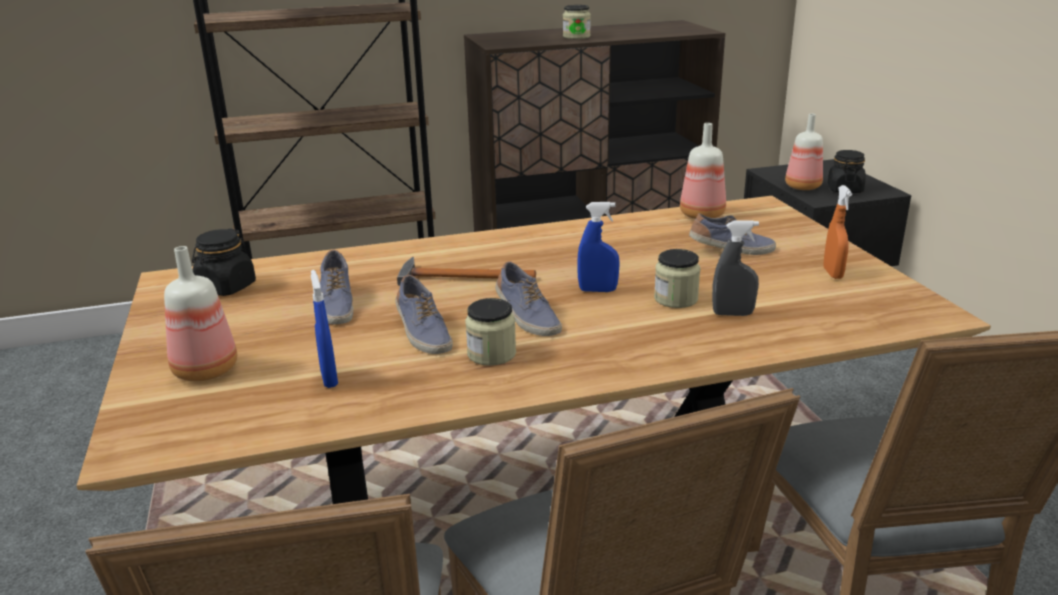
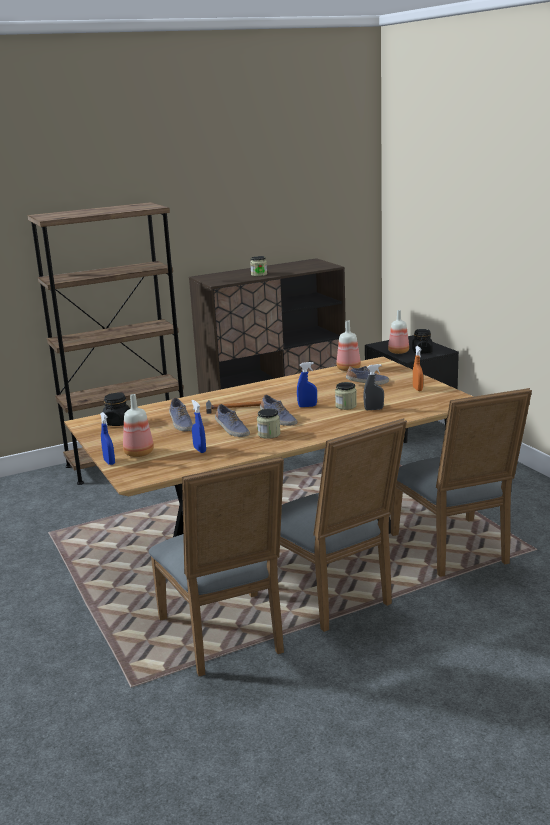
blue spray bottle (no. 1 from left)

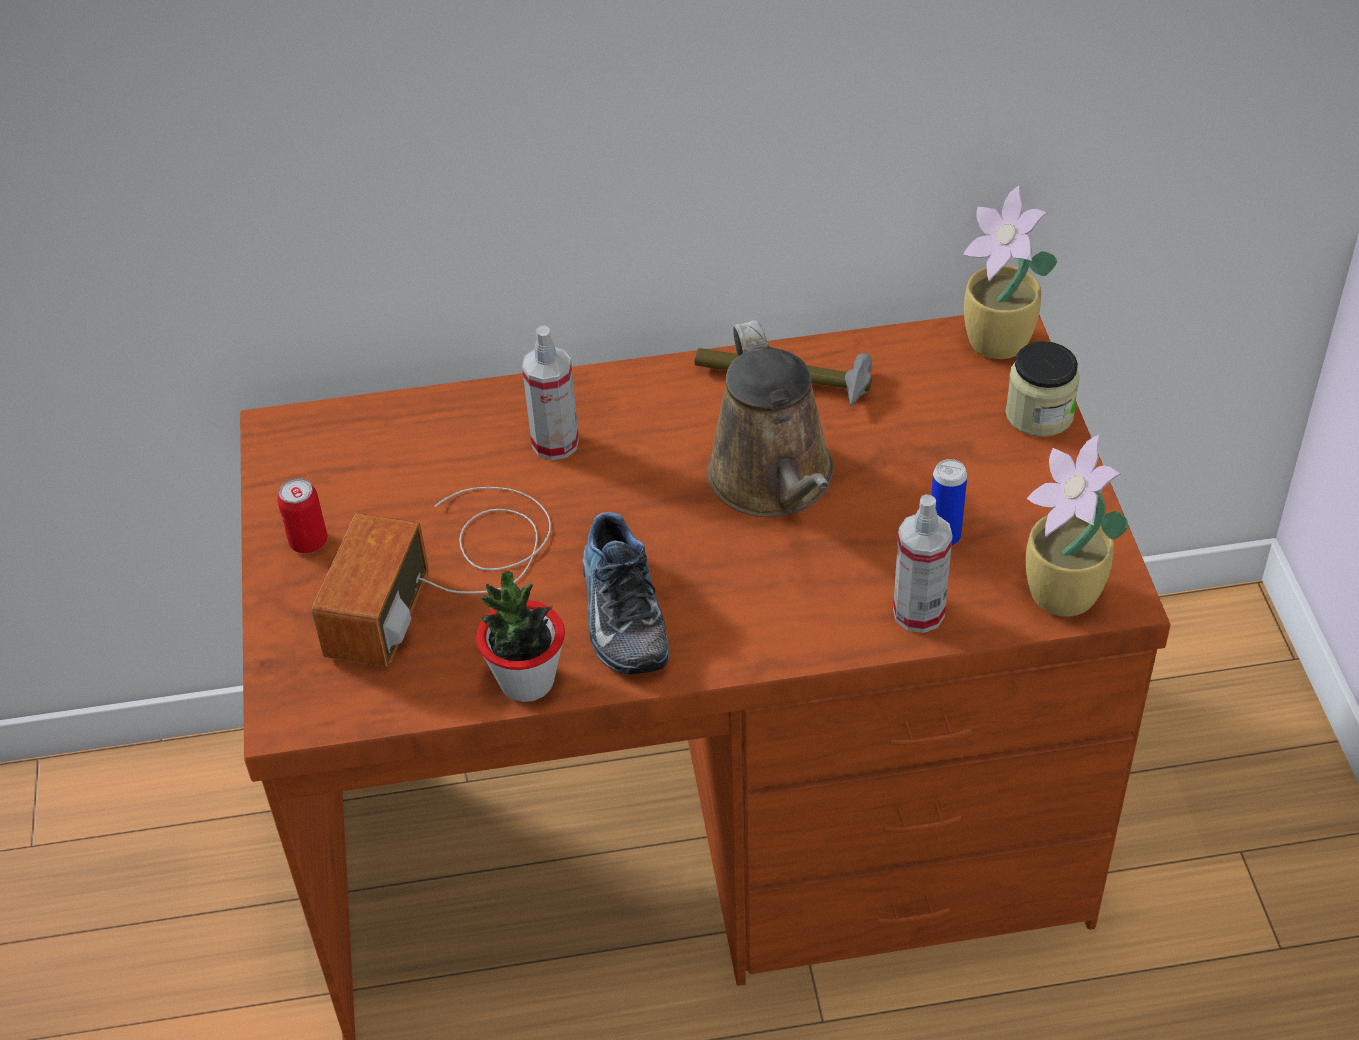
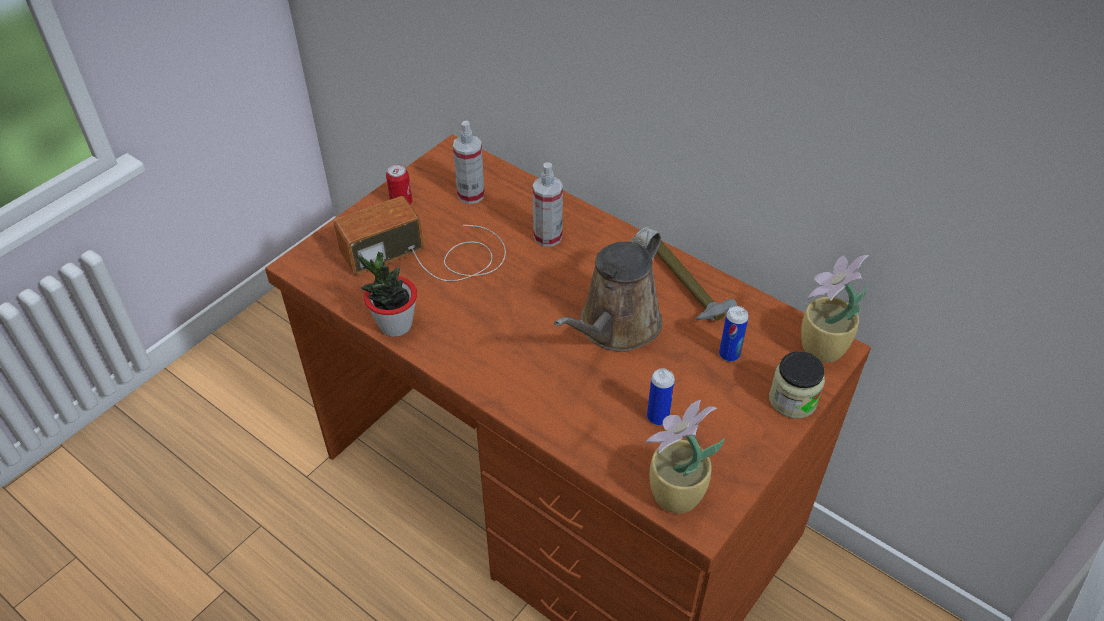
spray bottle (no. 1 from left)
shoe
can (no. 3 from left)

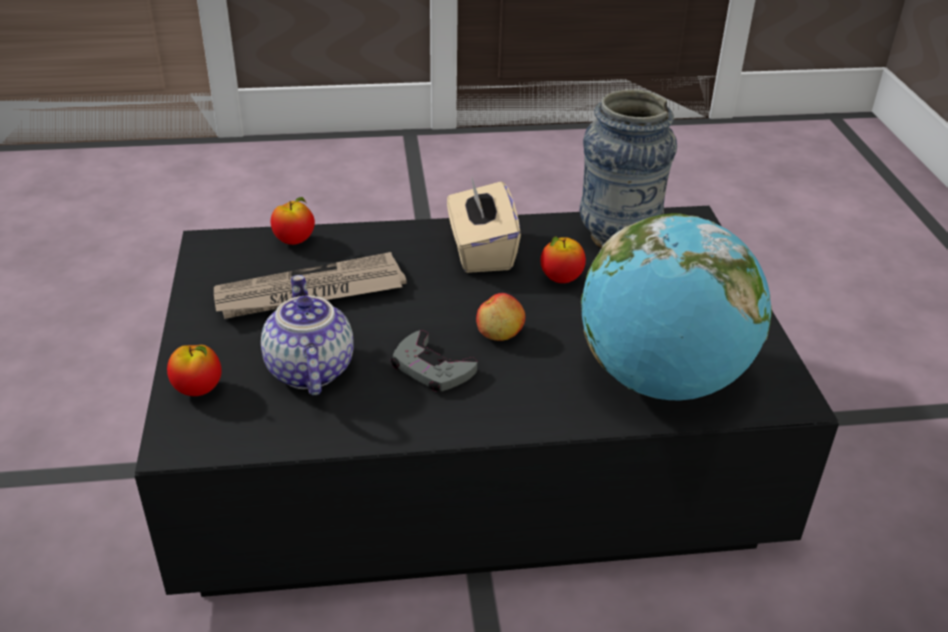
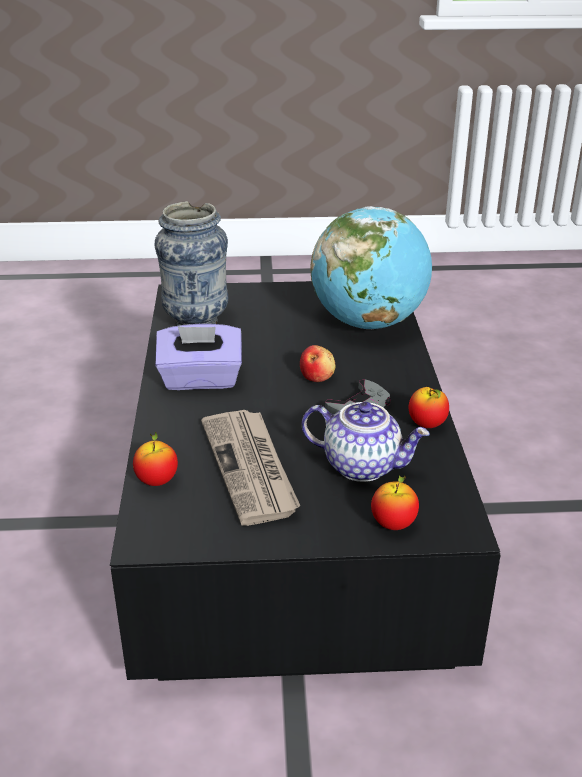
purple tissue box
apple (no. 4 from left)
teapot

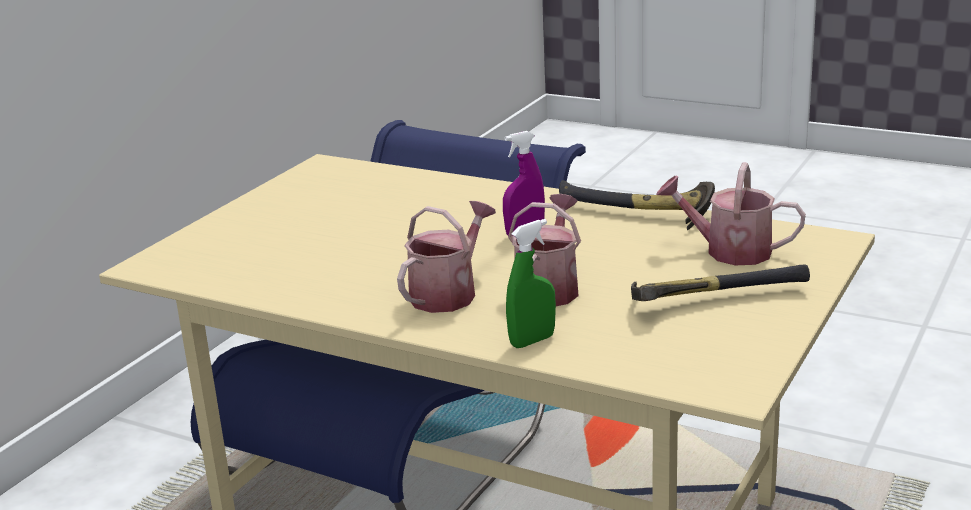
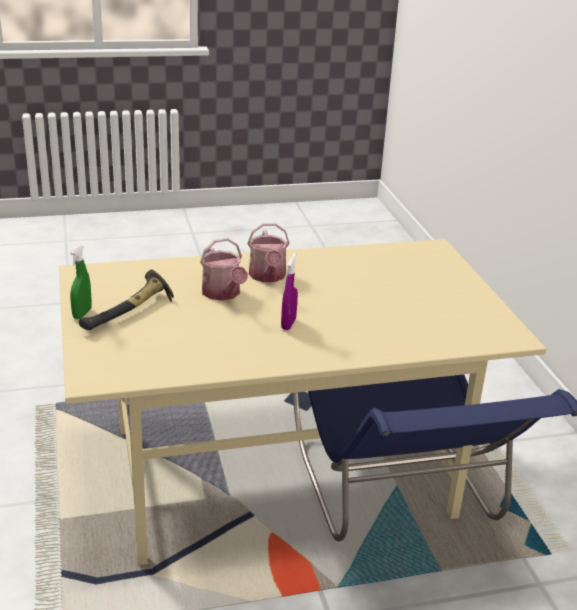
watering can (no. 3 from left in the first image)
hammer (no. 1 from left in the first image)
green spray bottle

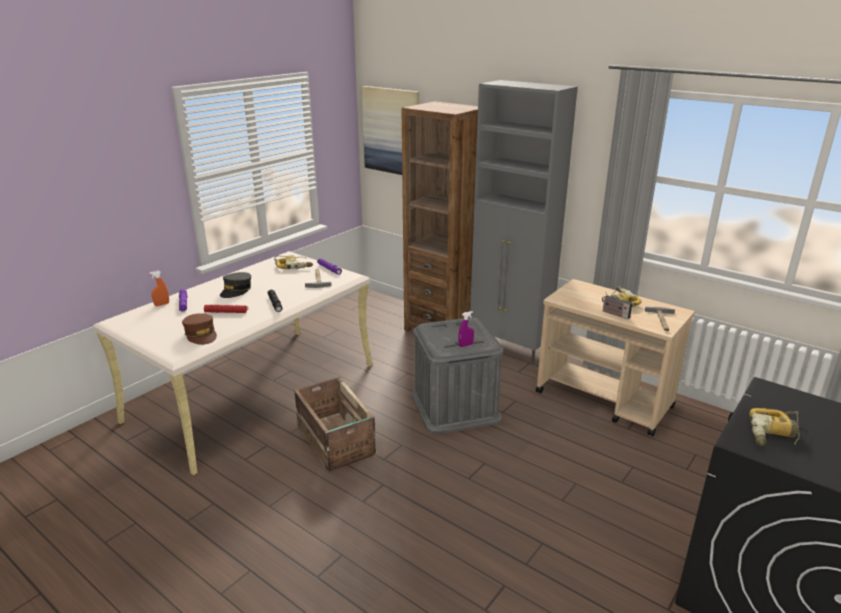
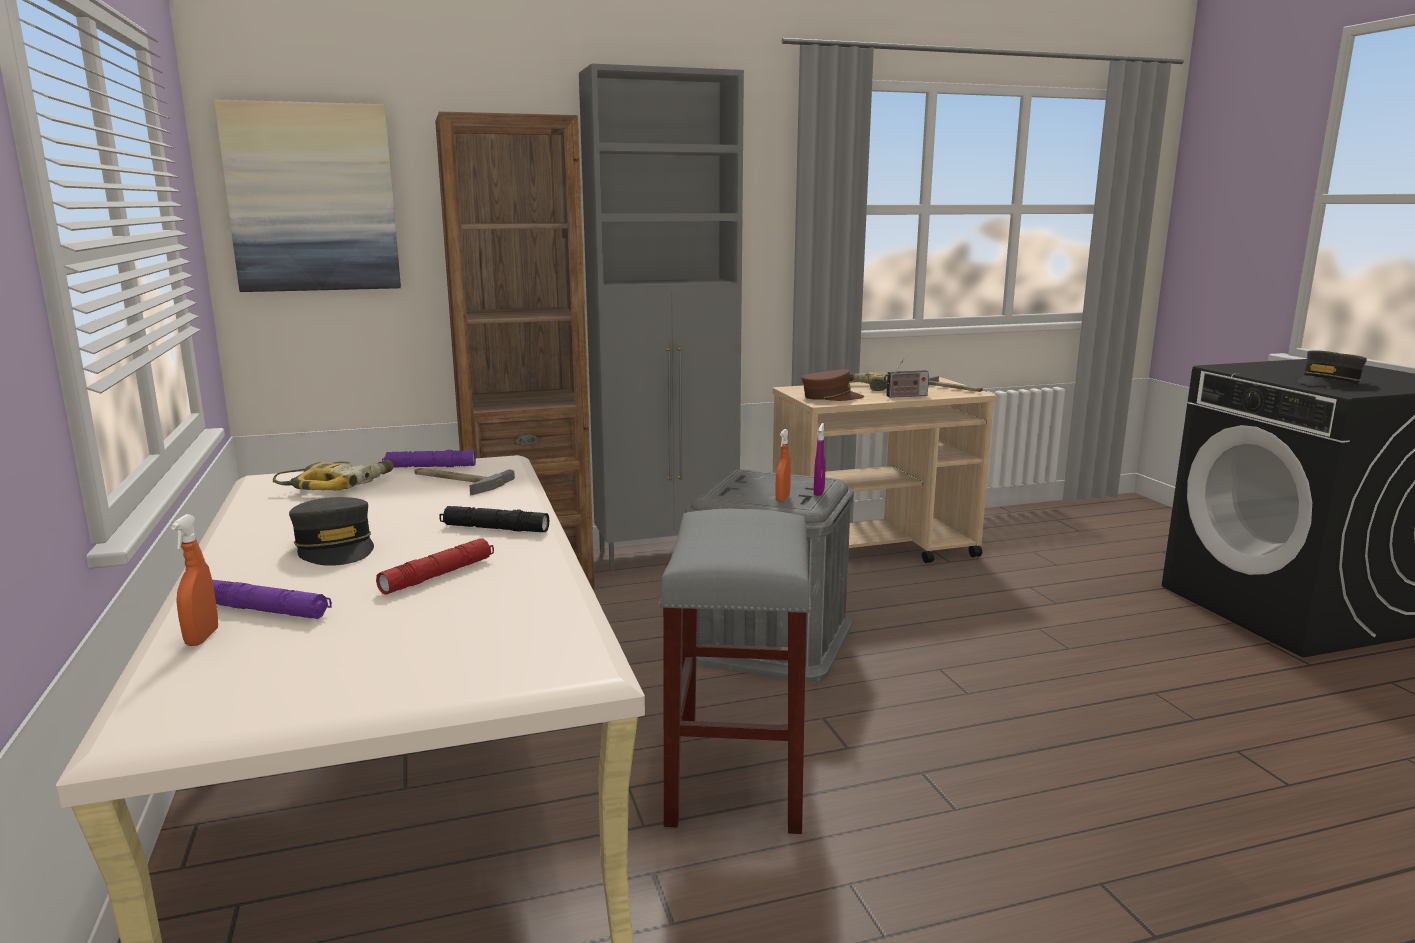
brown cap
grey stool
grey cap (no. 2 from left)
orange spray bottle (no. 2 from left)

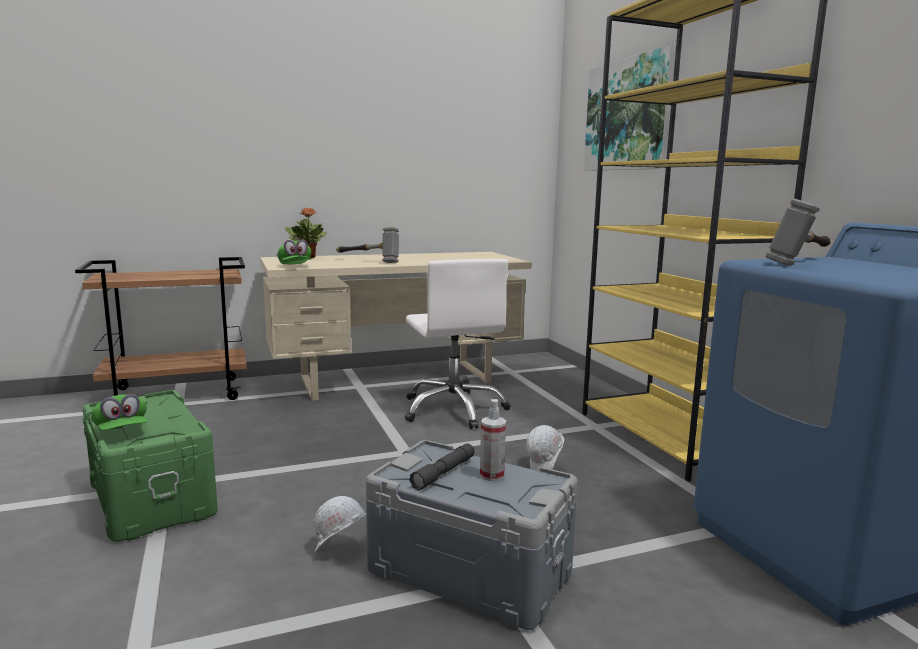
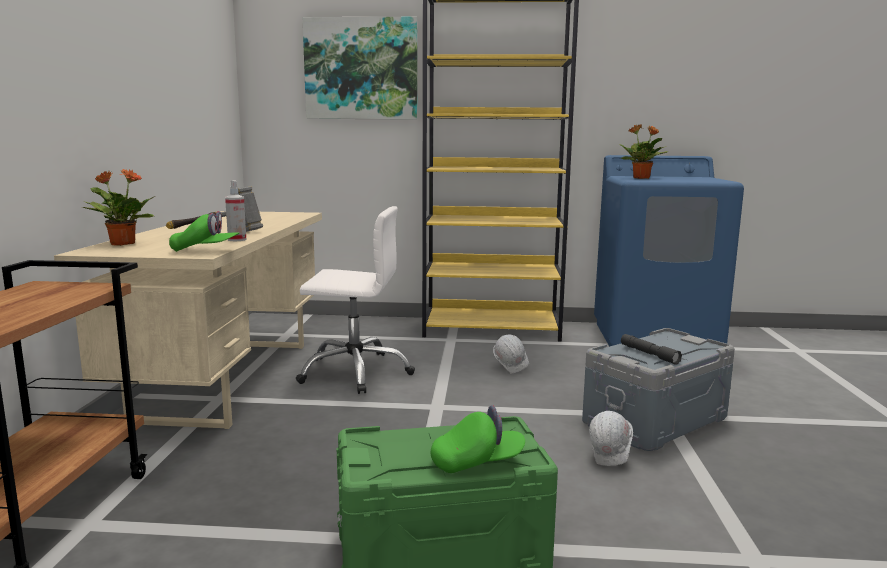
potted plant (no. 2 from left)
spray bottle

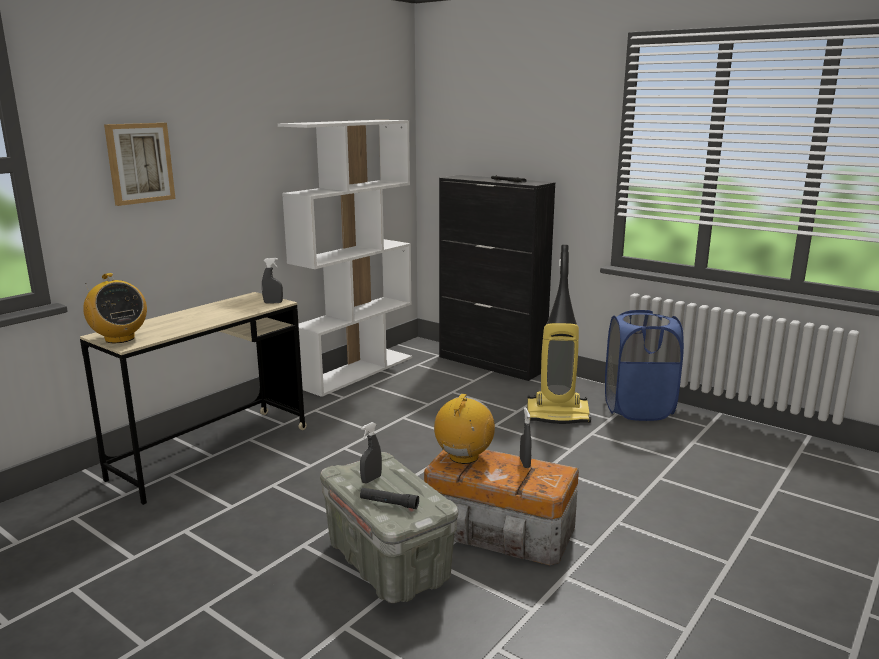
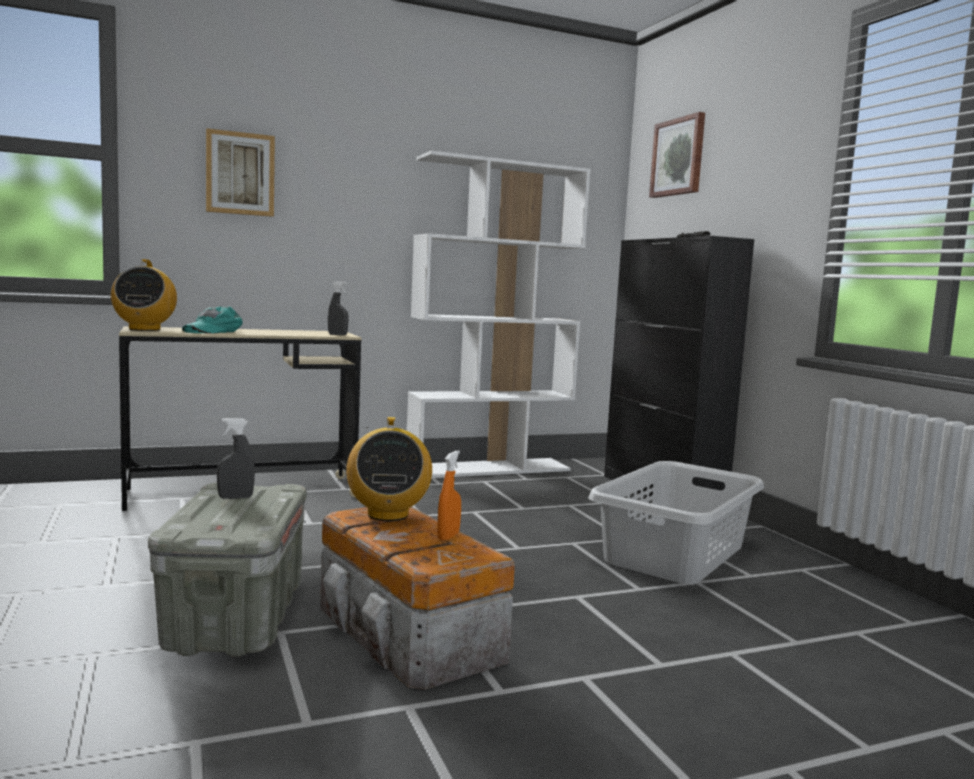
grey laundry basket
blue laundry basket
radio (no. 2 from left)
orange spray bottle
black flashlight (no. 1 from left in the first image)
picture (no. 2 from left)
turquoise cap

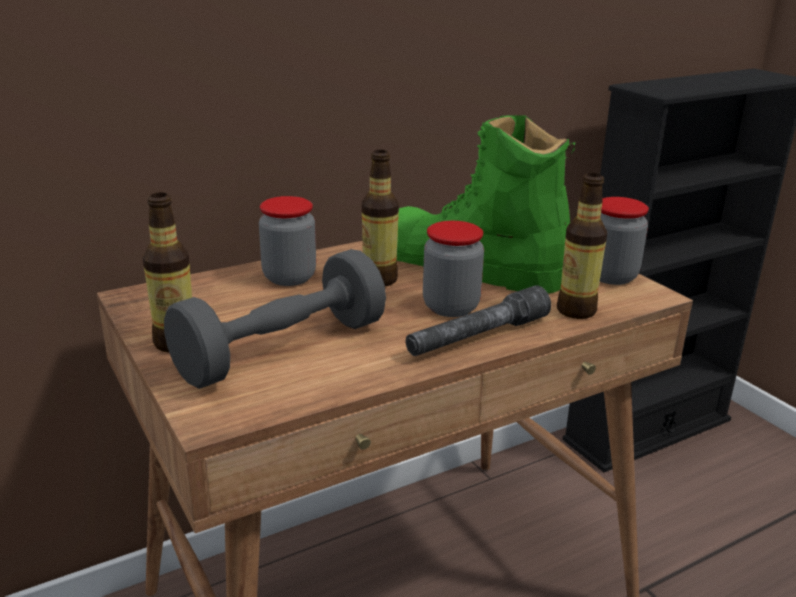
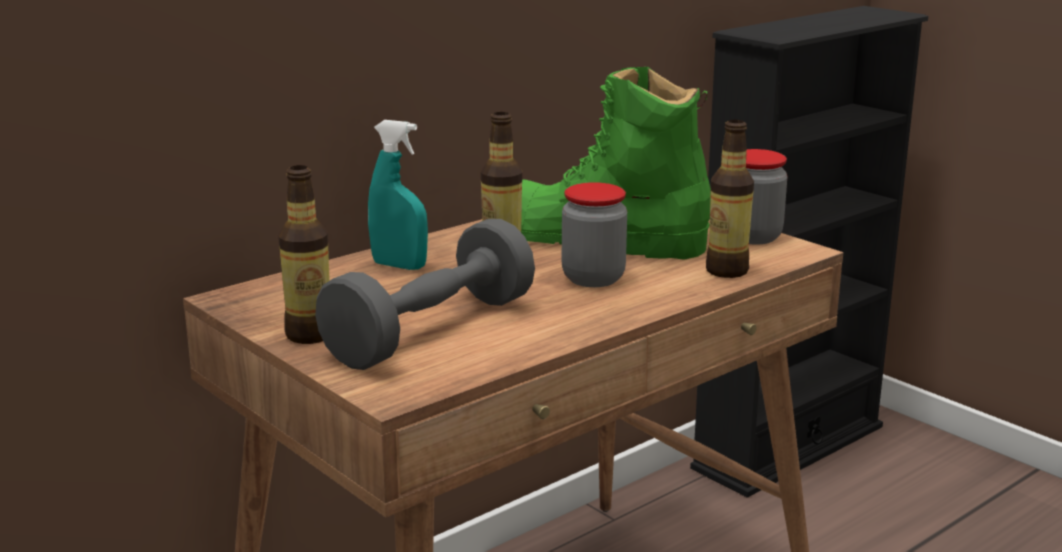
turquoise spray bottle
grey flashlight

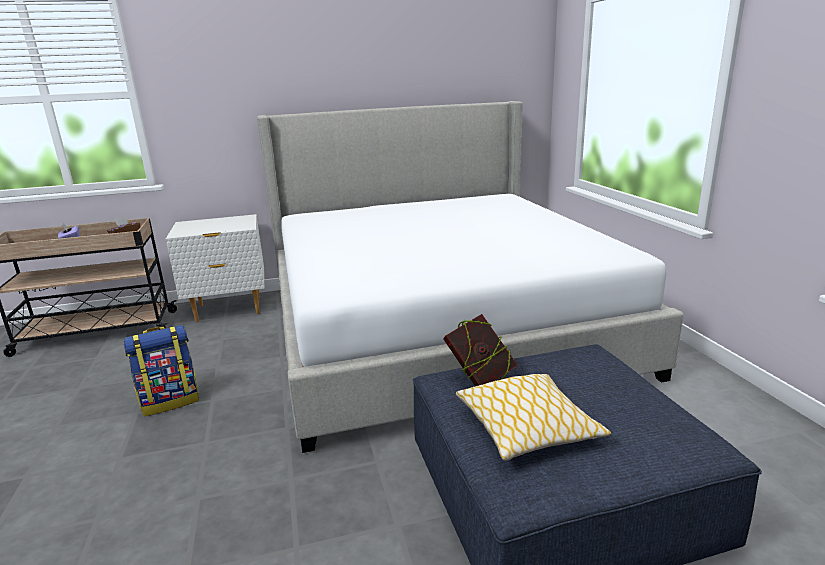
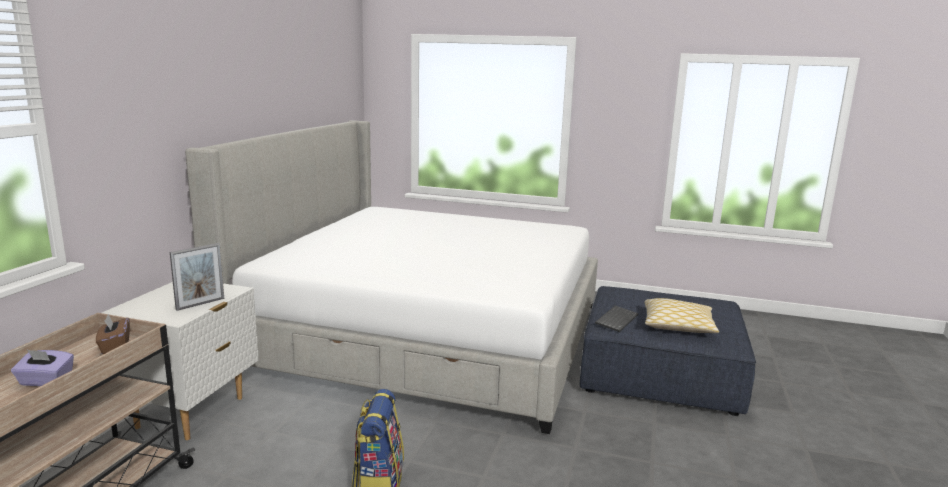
keyboard
picture frame

